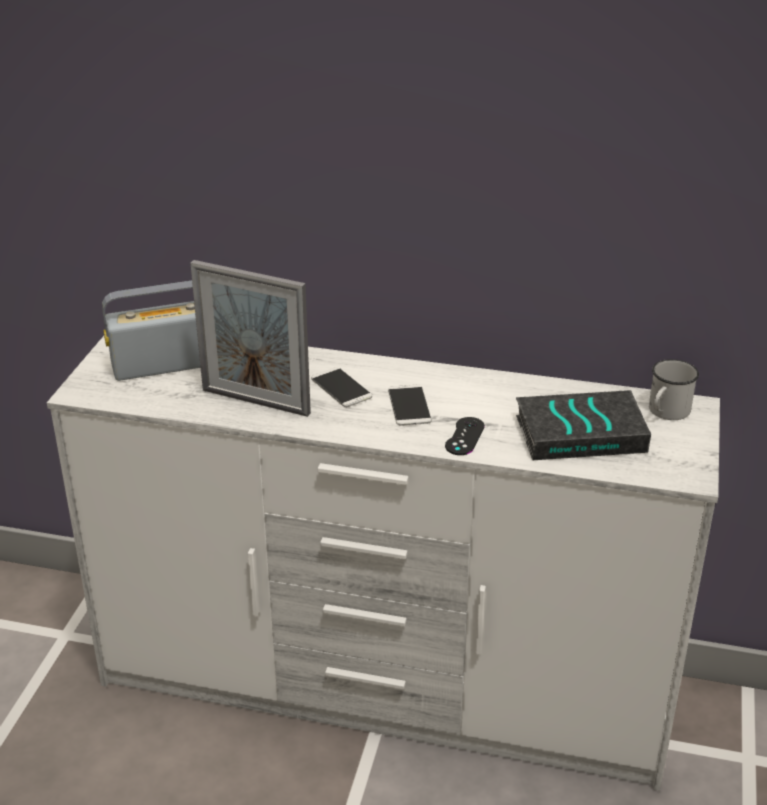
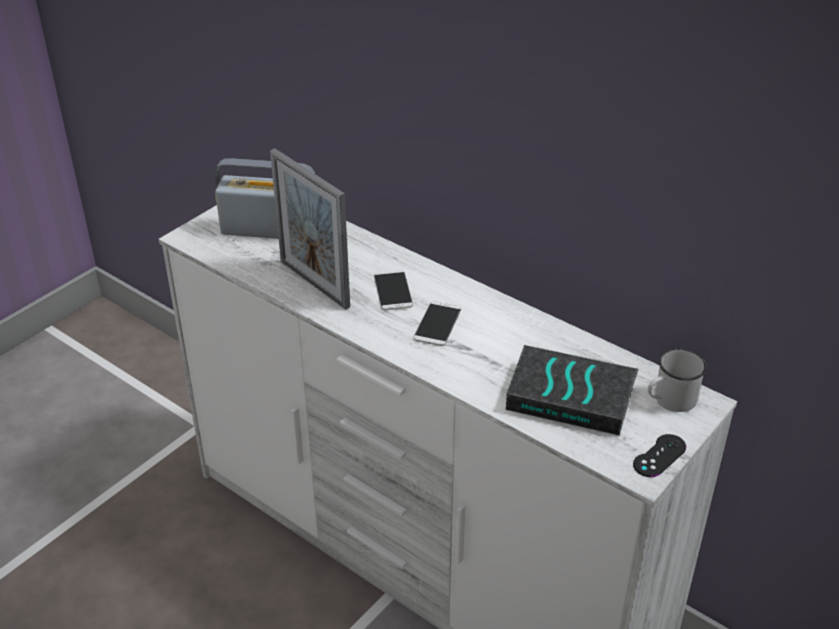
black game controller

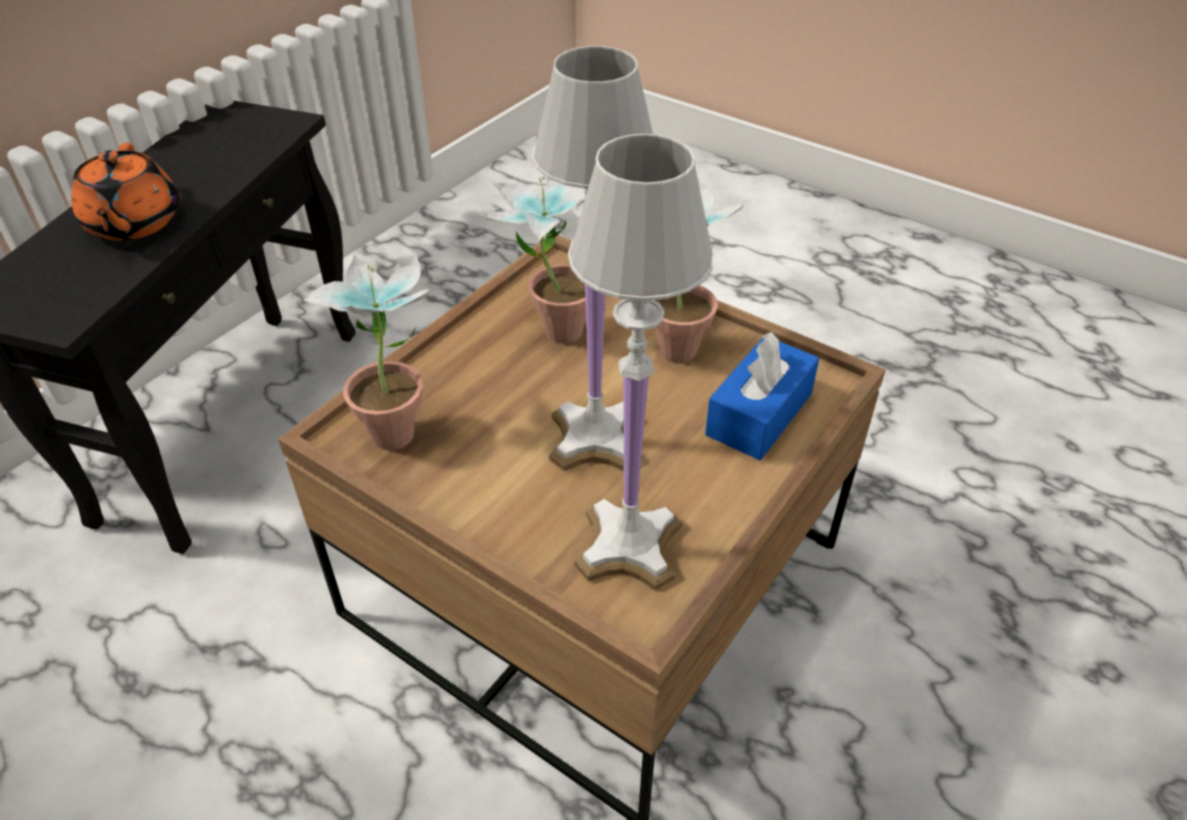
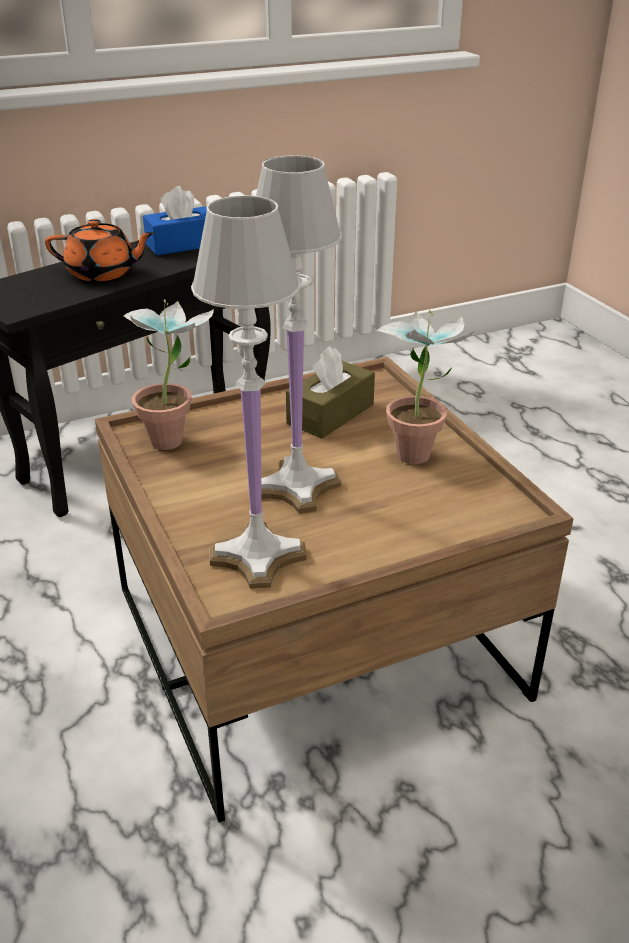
orange teapot
brown tissue box
blue tissue box

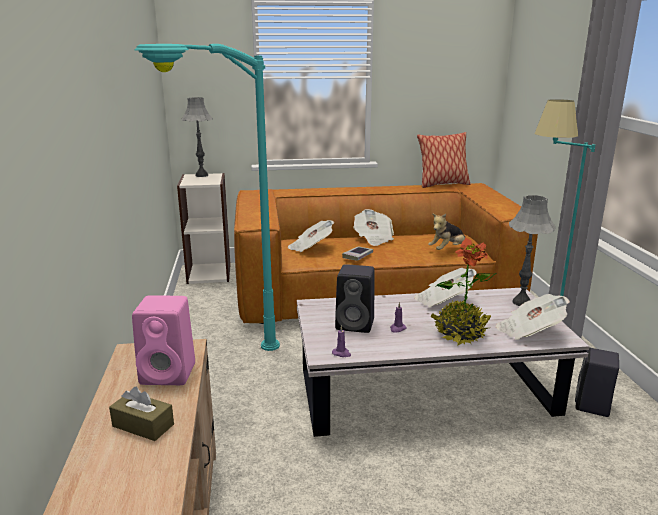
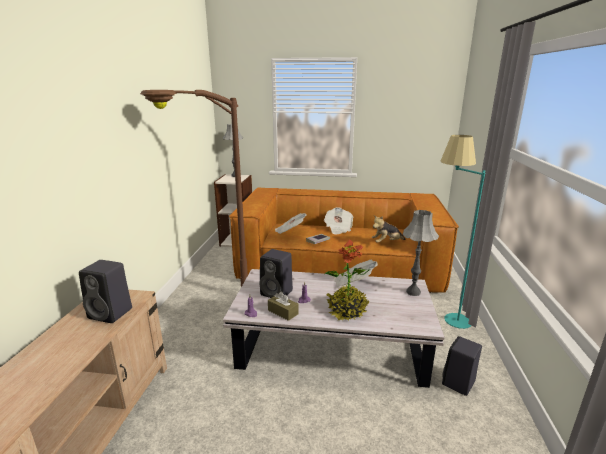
brown floor lamp
pillow
newspaper (no. 4 from left in the first image)
black speaker (no. 1 from left)
brown tissue box

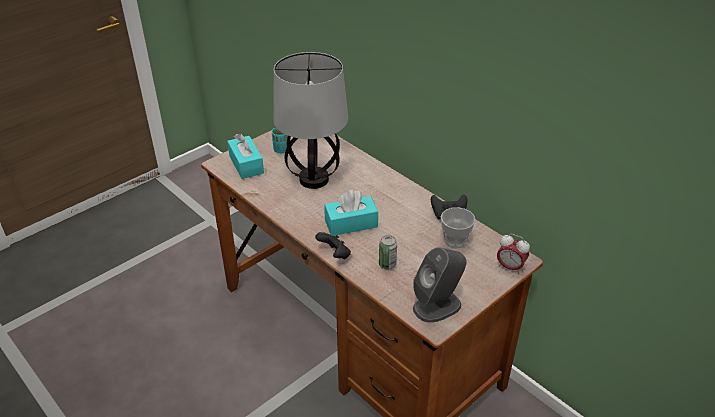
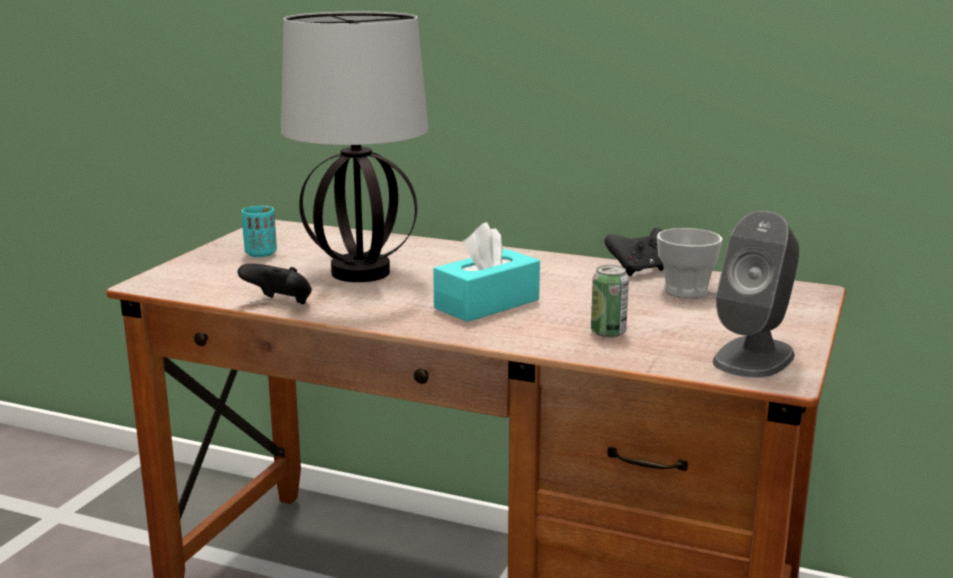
turquoise tissue box (no. 1 from left in the first image)
black game controller (no. 1 from left)
alarm clock

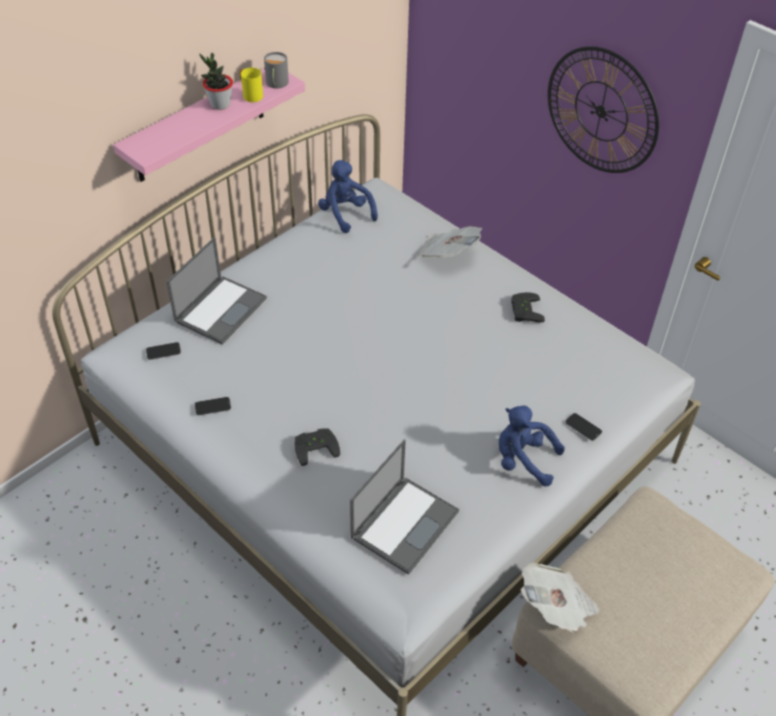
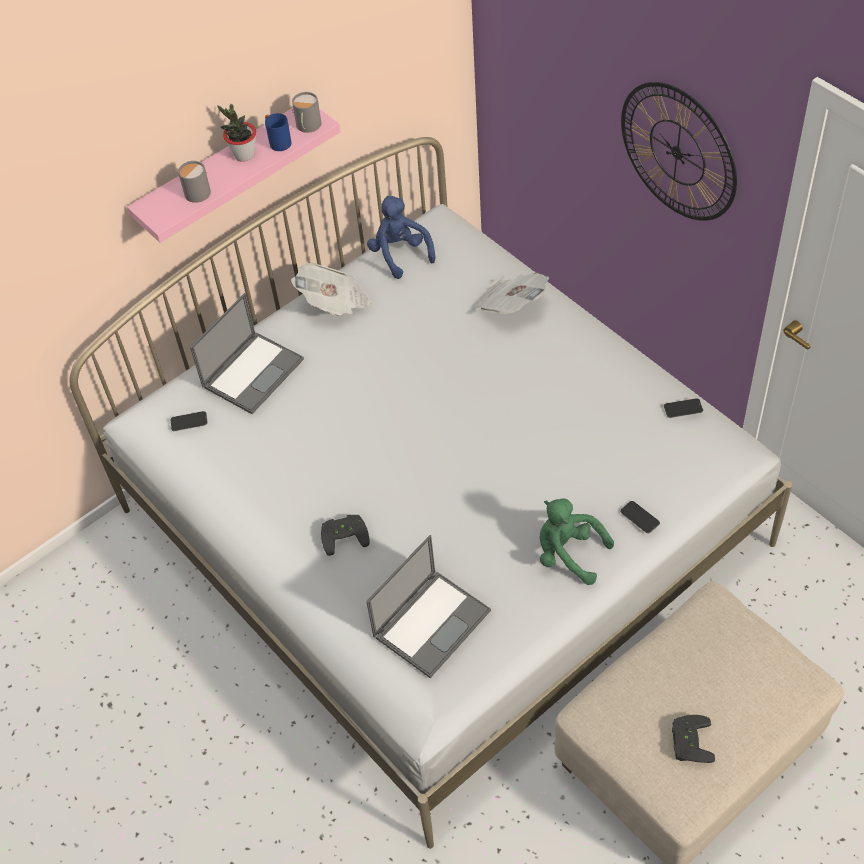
blue mug
black game controller (no. 2 from left)
phone (no. 3 from left)
green plush toy
newspaper (no. 1 from left)
grey mug (no. 1 from left)

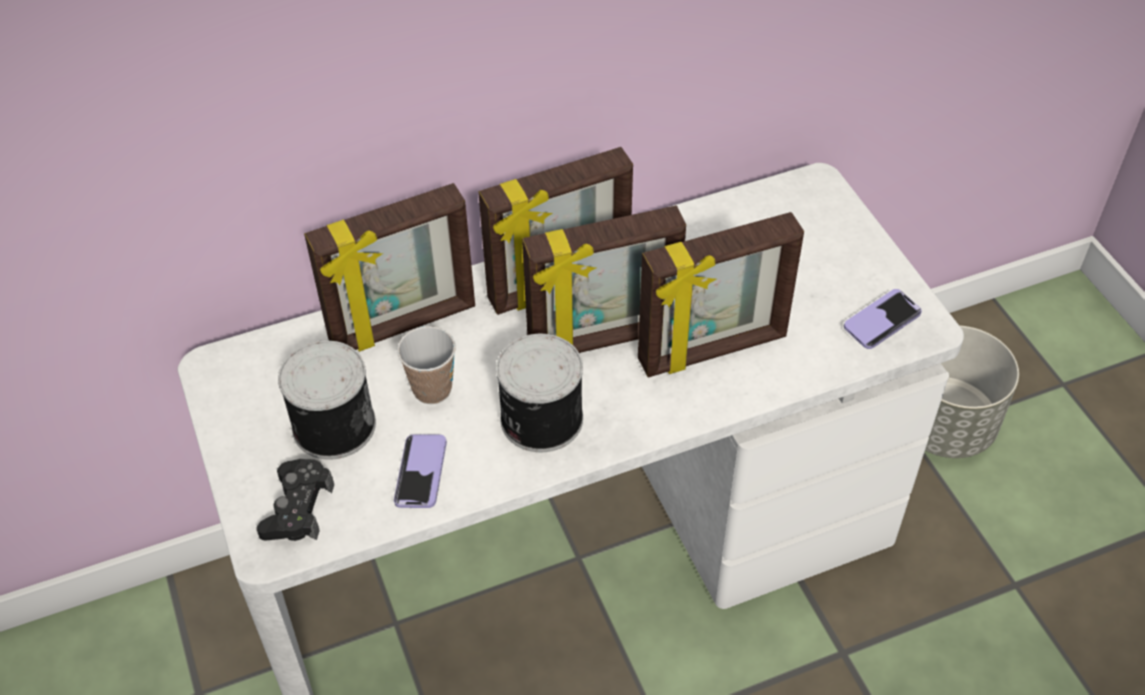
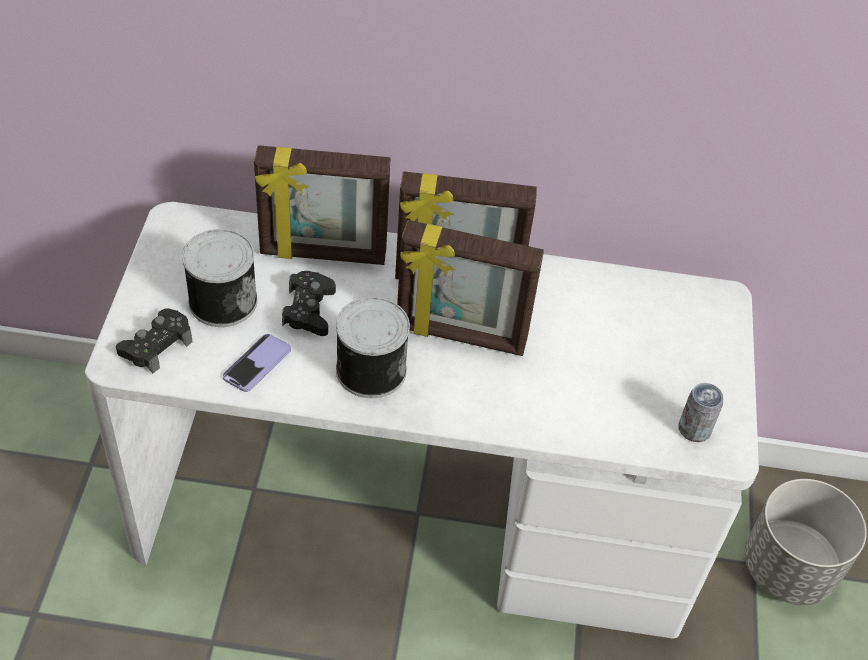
picture frame (no. 4 from left in the first image)
can (no. 3 from left)
black game controller (no. 2 from left)

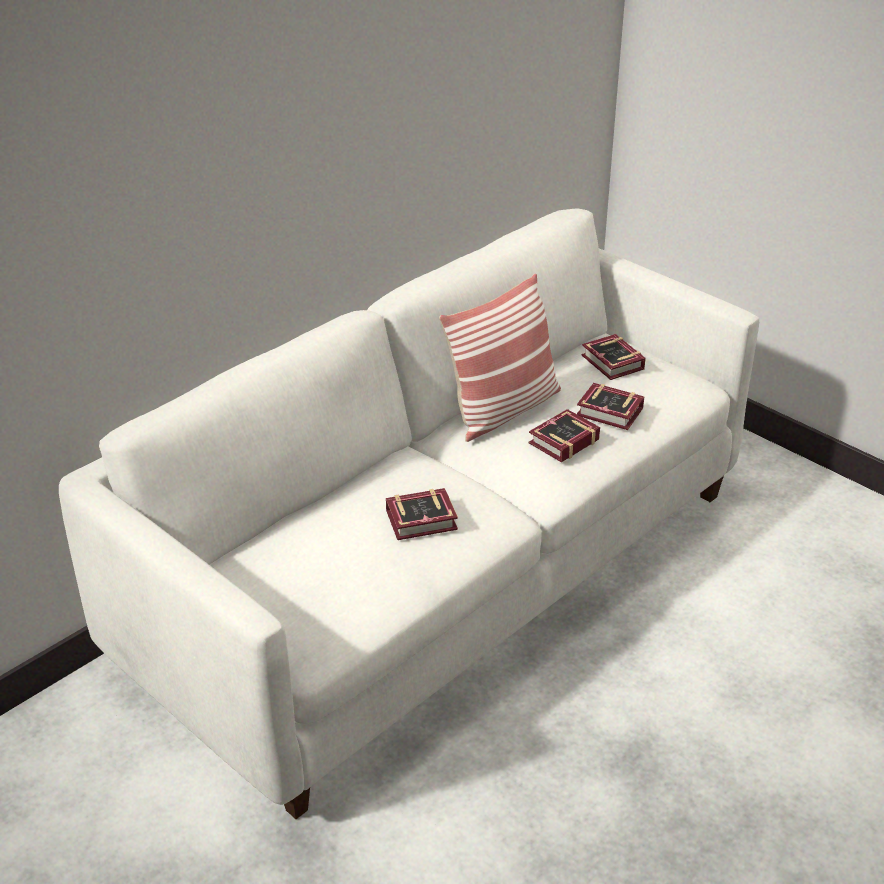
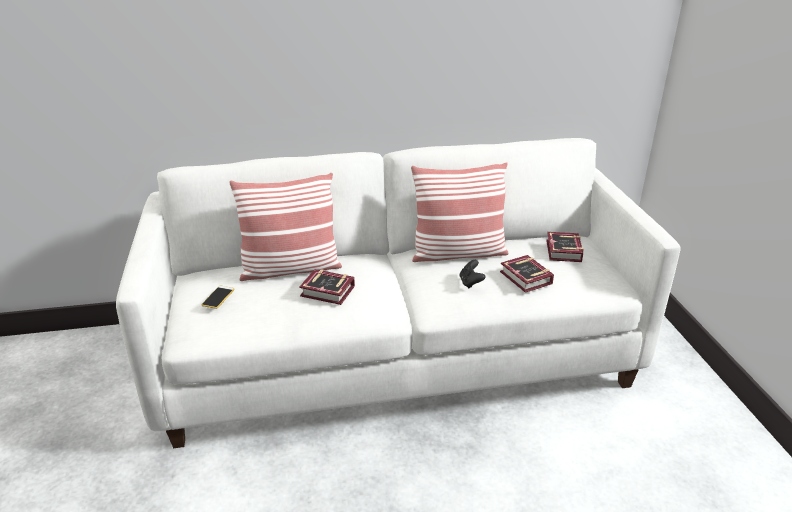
black game controller
pillow (no. 1 from left)
phone

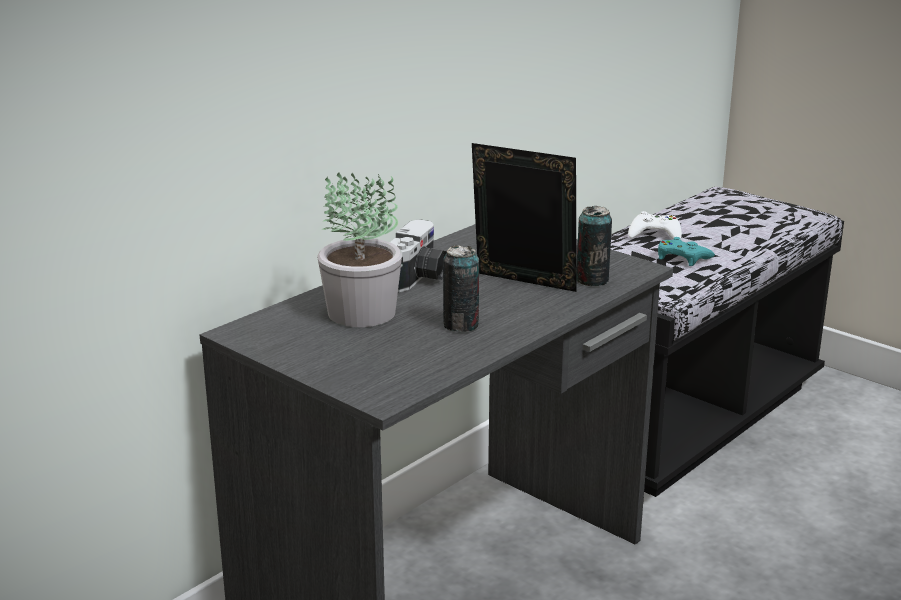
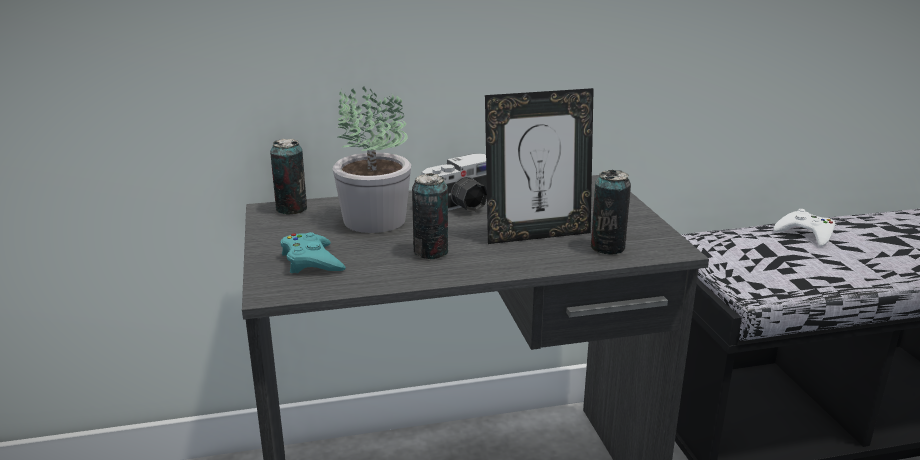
picture frame
turquoise game controller
can (no. 1 from left)

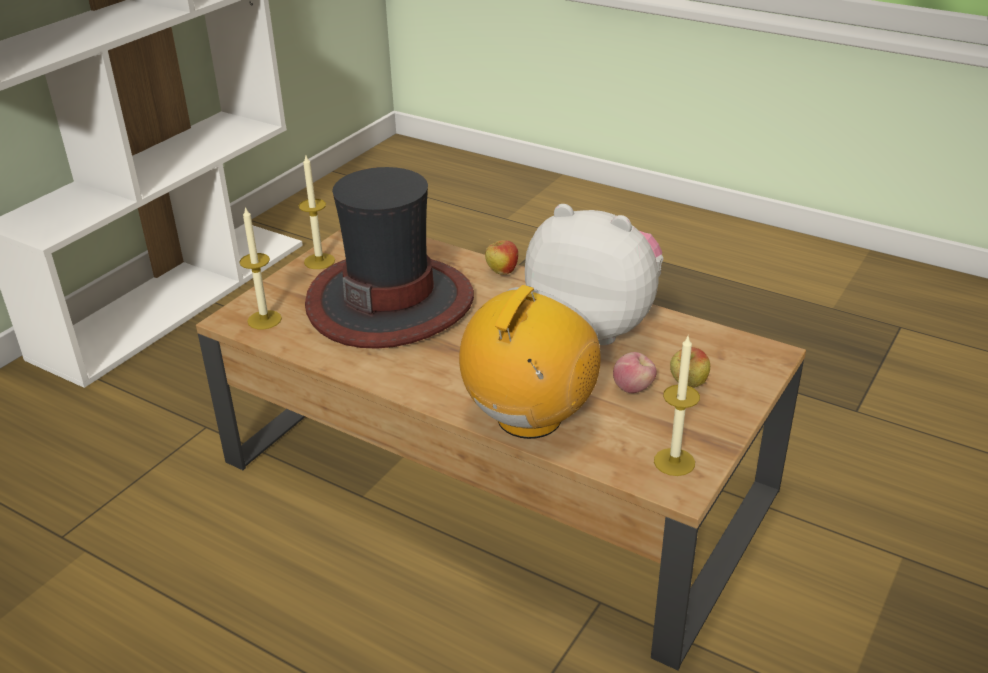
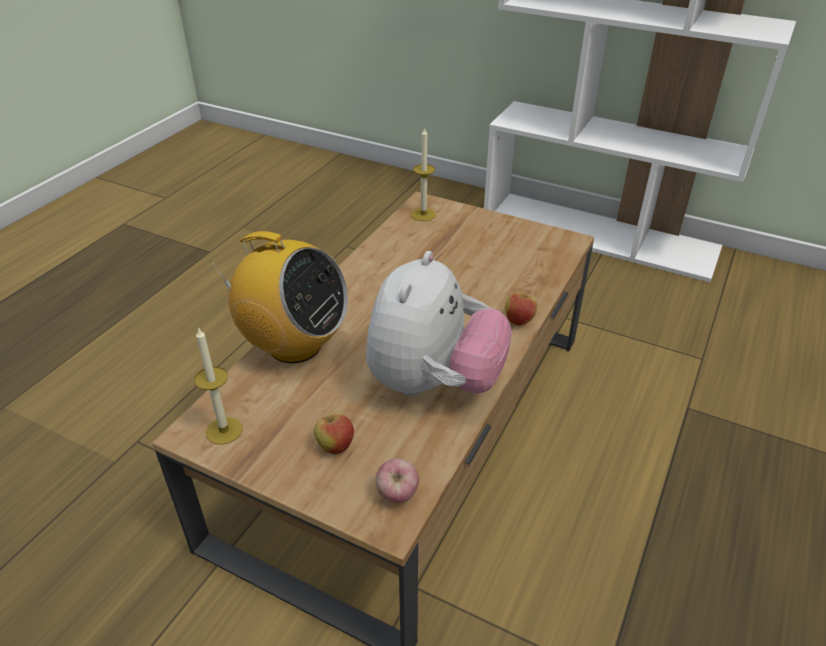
candle (no. 2 from left in the first image)
hat
apple (no. 2 from left)

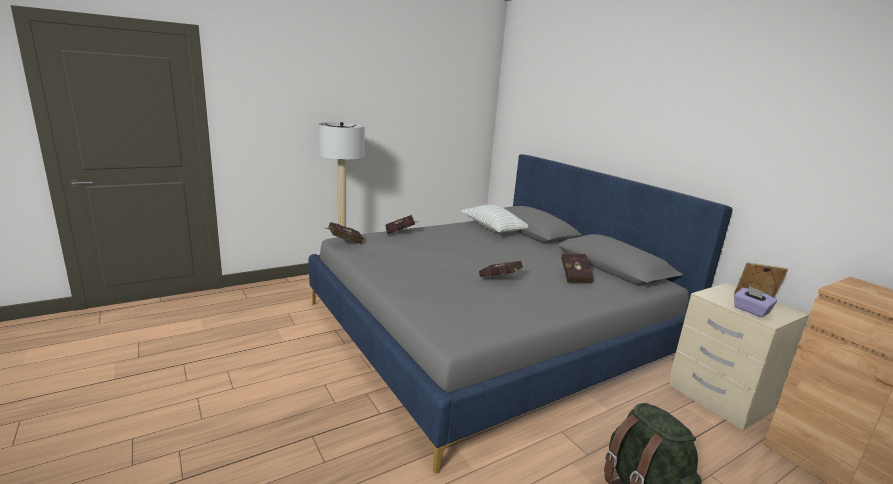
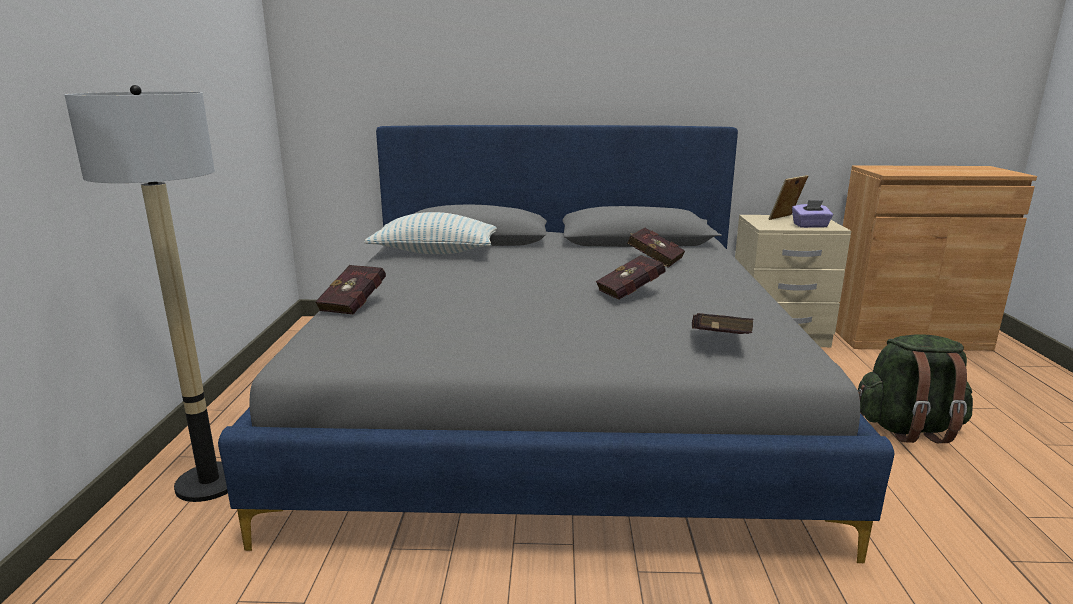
red book (no. 4 from left)

